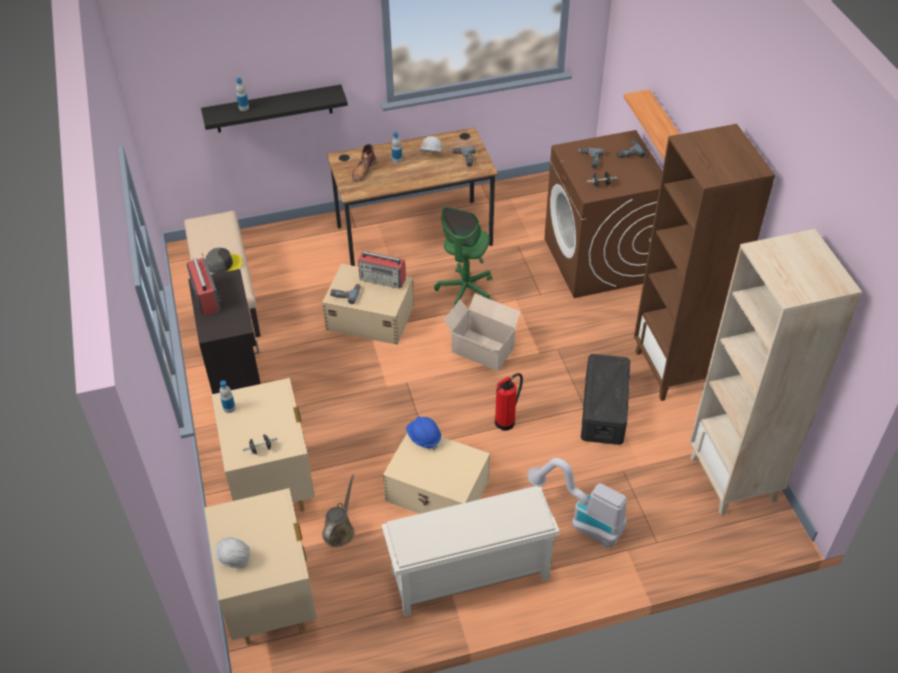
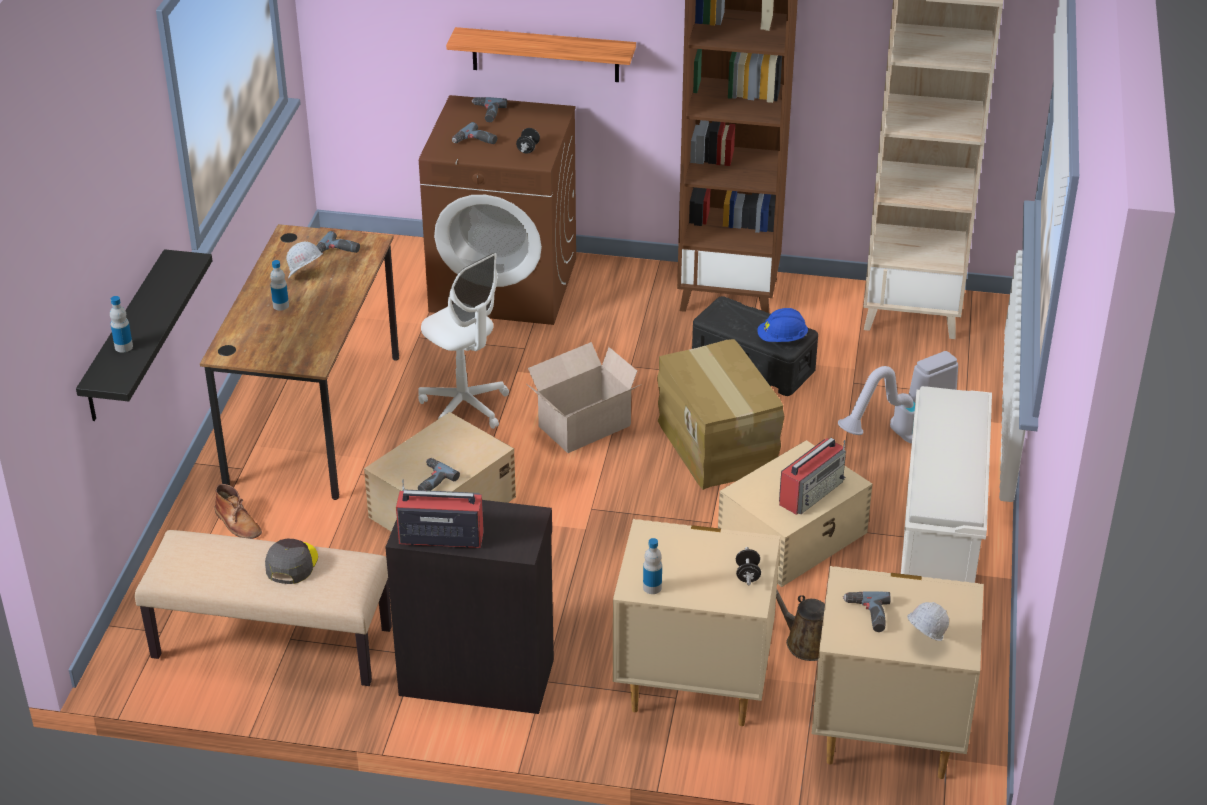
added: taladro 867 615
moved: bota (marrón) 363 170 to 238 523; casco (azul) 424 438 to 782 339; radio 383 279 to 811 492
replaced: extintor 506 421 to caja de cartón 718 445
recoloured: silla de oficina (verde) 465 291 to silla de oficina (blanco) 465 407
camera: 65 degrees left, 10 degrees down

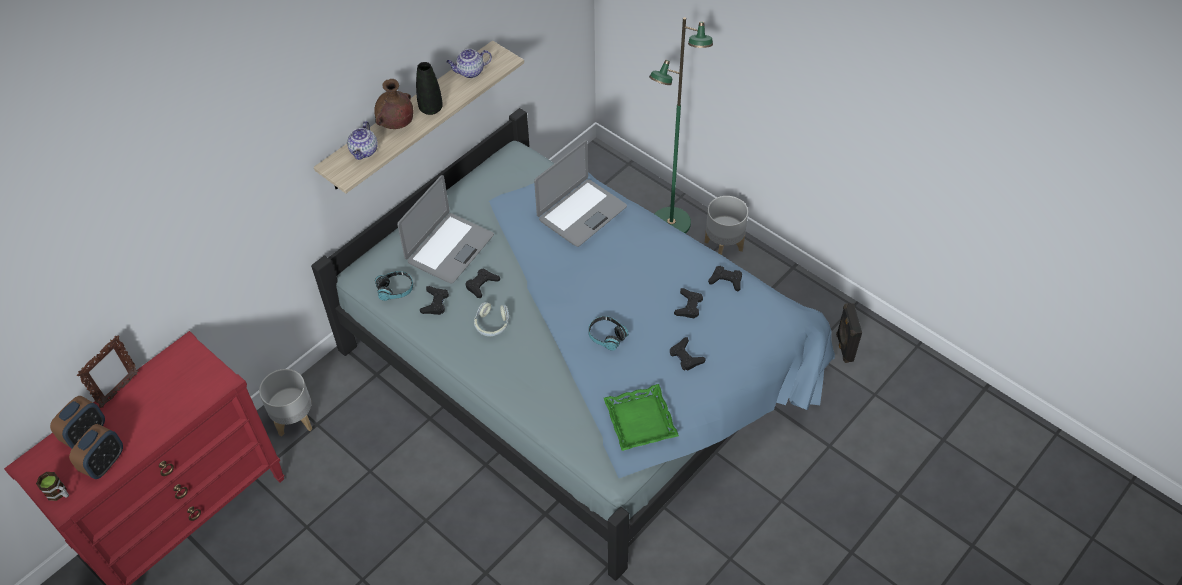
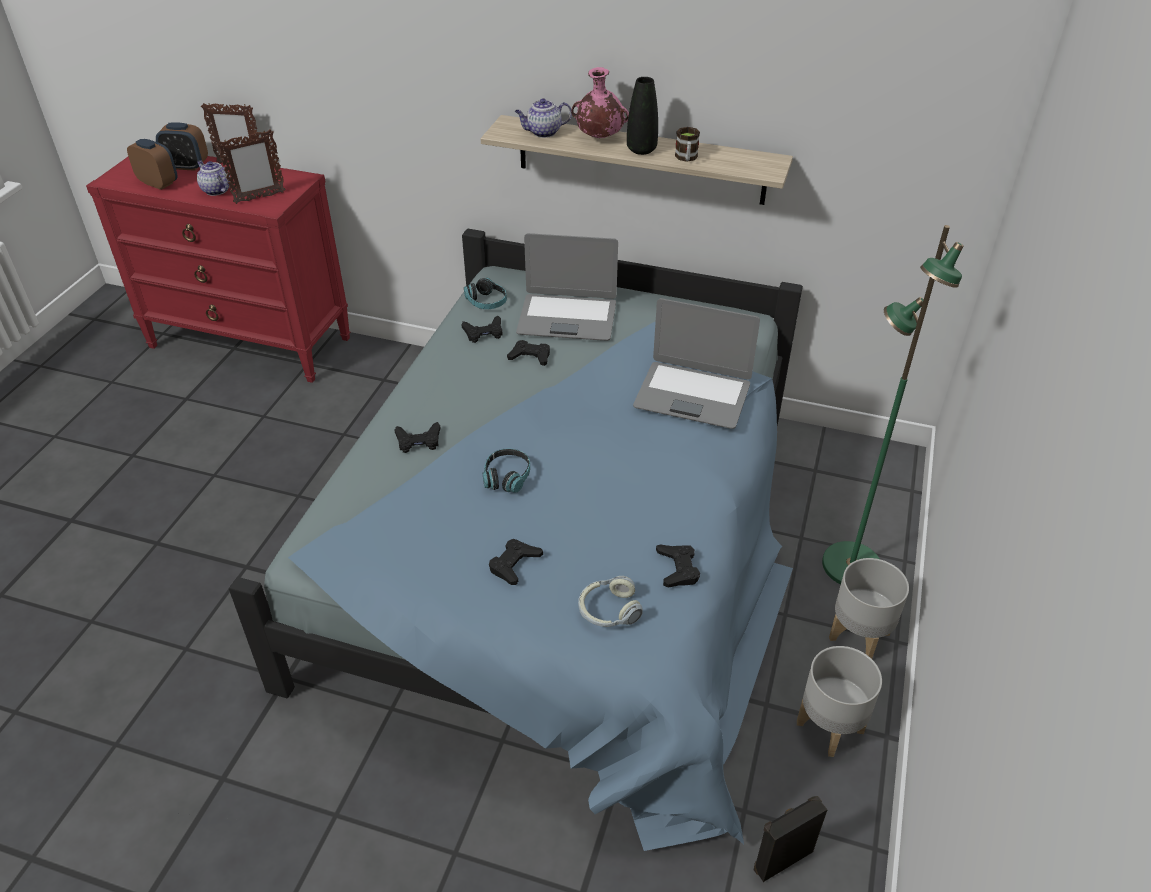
removed: bandeja (verde) 639 421
added: portarretratos 259 198
moved: tetera 470 72 to 216 190; mando de consola (negro) 688 306 to 418 441; auriculares 492 324 to 608 611; taza grande 59 493 to 686 158; maceta (gris) 294 419 to 830 726
recoloured: florero (marrón) 396 124 to florero (rosa) 599 138
turned: despertador 104 463 = 158 183 150 degrees counterclockwise
camera: 65 degrees right, 10 degrees down

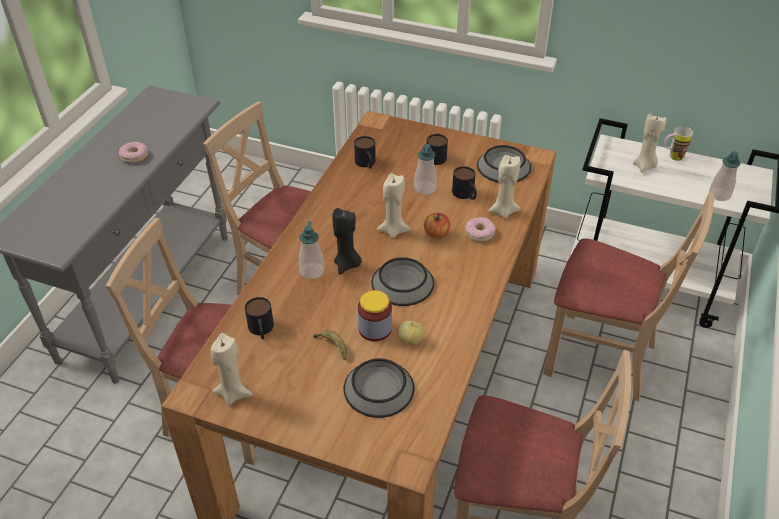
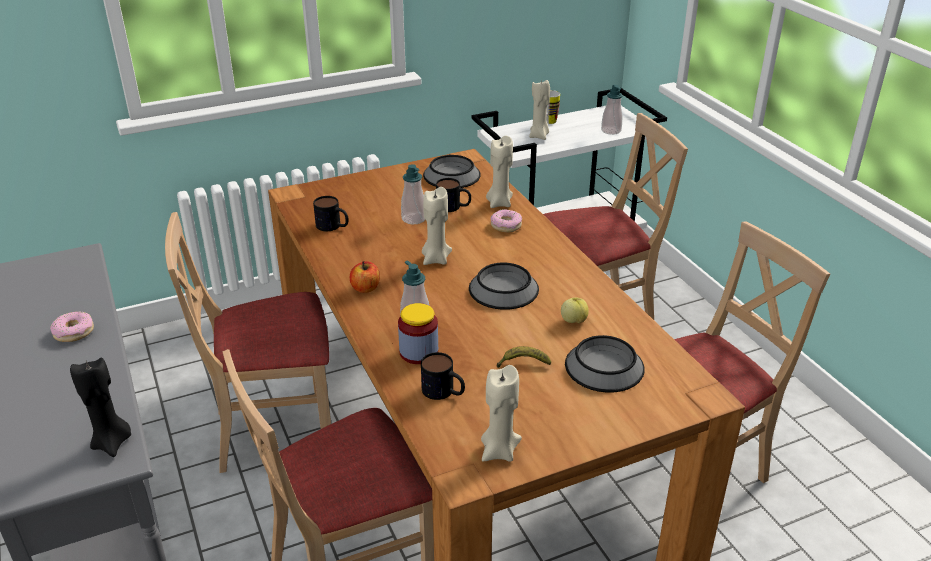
removed: taza grande 436 155
moved: vela (negro) 347 265 to 112 443; manzana 436 234 to 365 288; tarro 375 329 to 418 352
camera: 45 degrees left, 10 degrees down

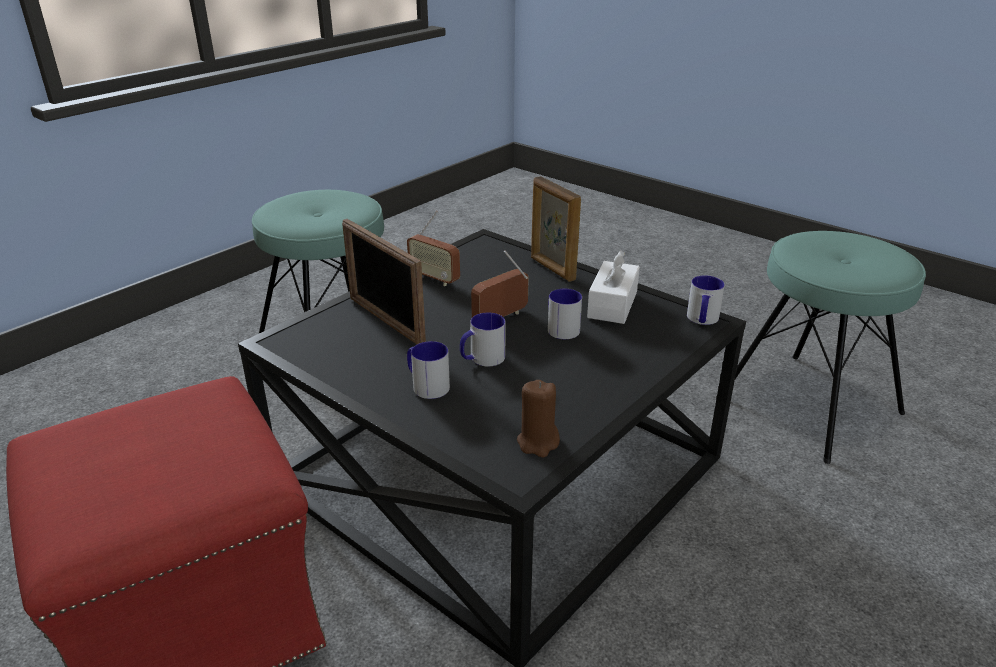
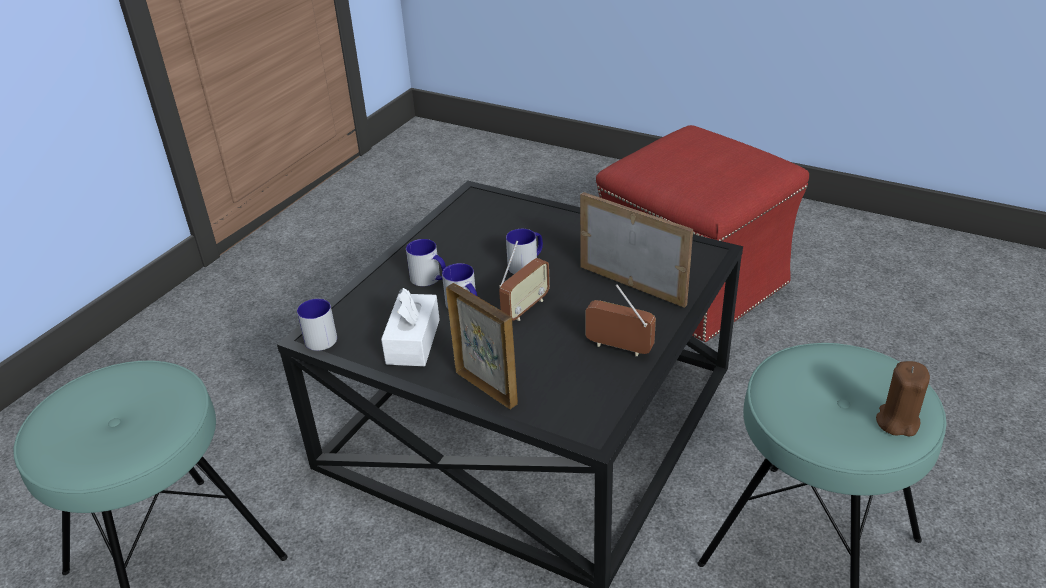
moved: taza grande 426 385 to 430 279; vela (marrón) 538 442 to 897 421
camera: 170 degrees right, 5 degrees up

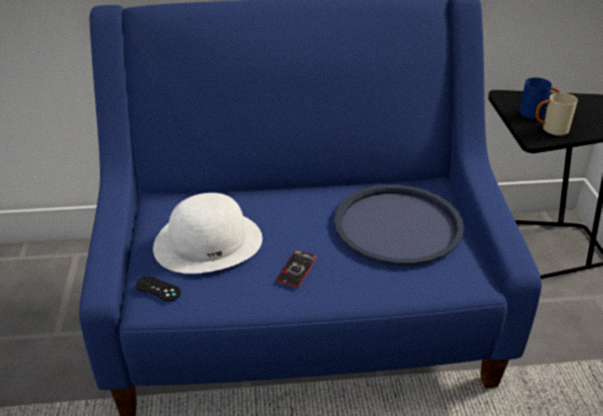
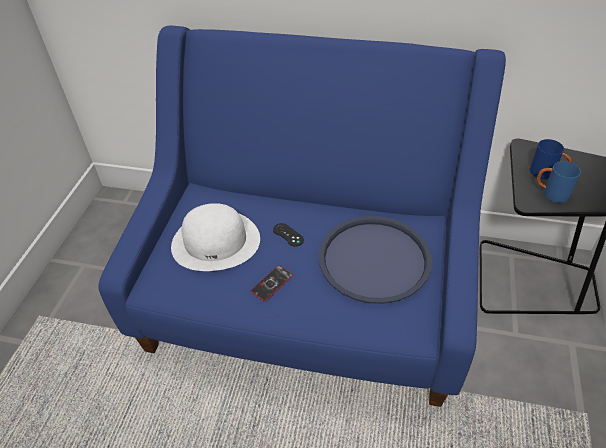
moved: mando de consola (negro) 158 289 to 288 235
recoloured: taza grande (beis) 550 129 to taza grande (azul) 550 194
camera: 20 degrees right, 10 degrees up

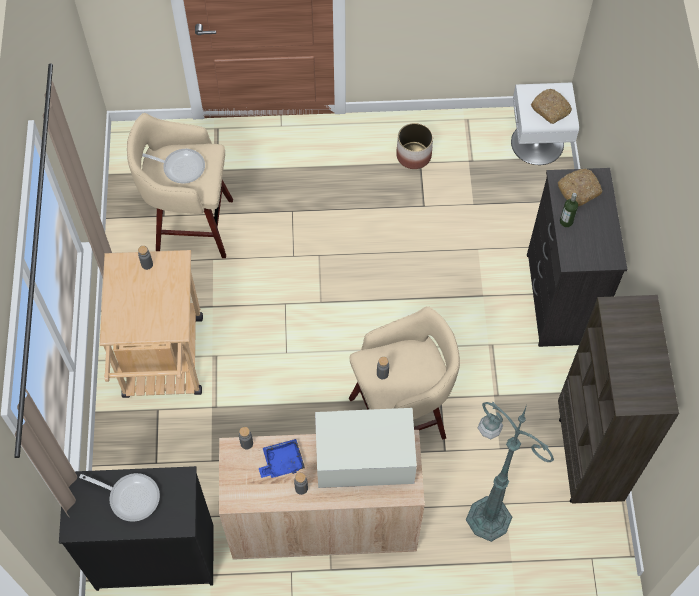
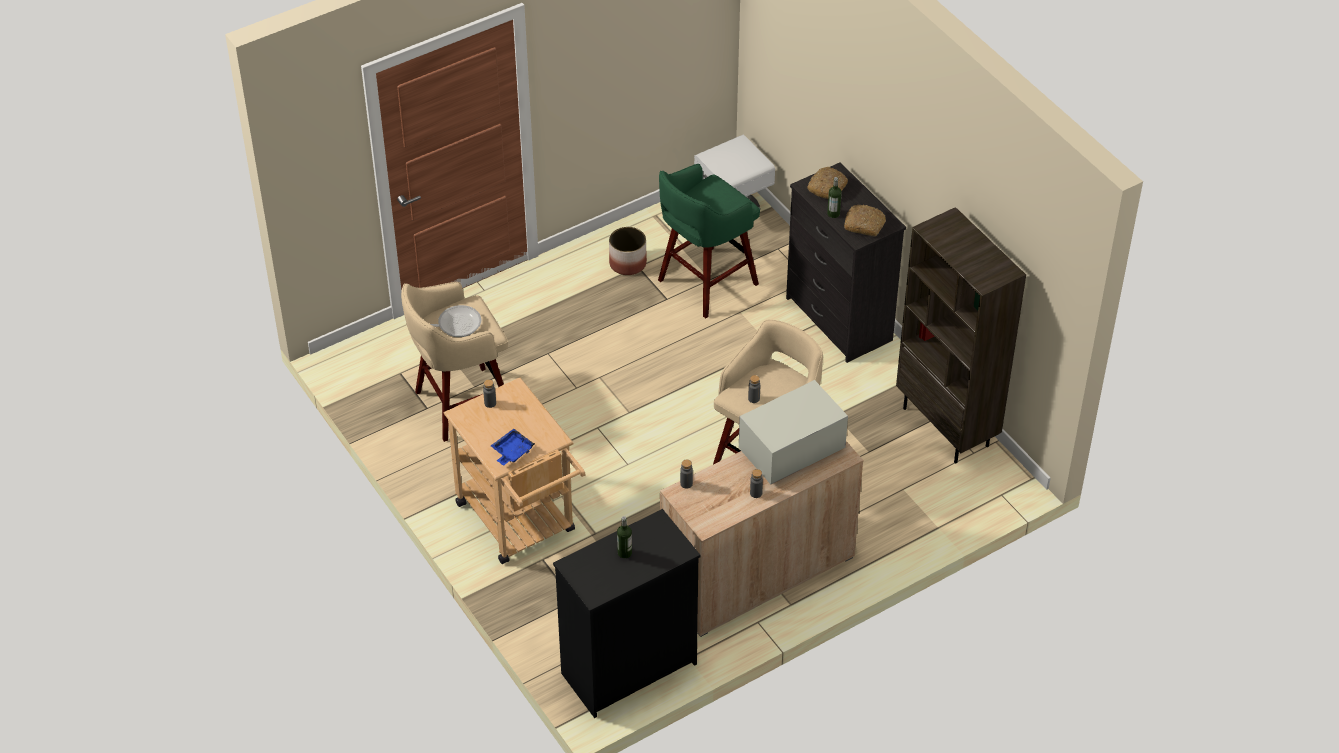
removed: lámpara de pie (verde) 487 517
added: taburete (verde) 705 284
moved: bandeja (azul) 282 462 to 512 452; pan 551 109 to 864 225
replaced: sartén 130 496 to botella 624 553
camera: 30 degrees left, 15 degrees down

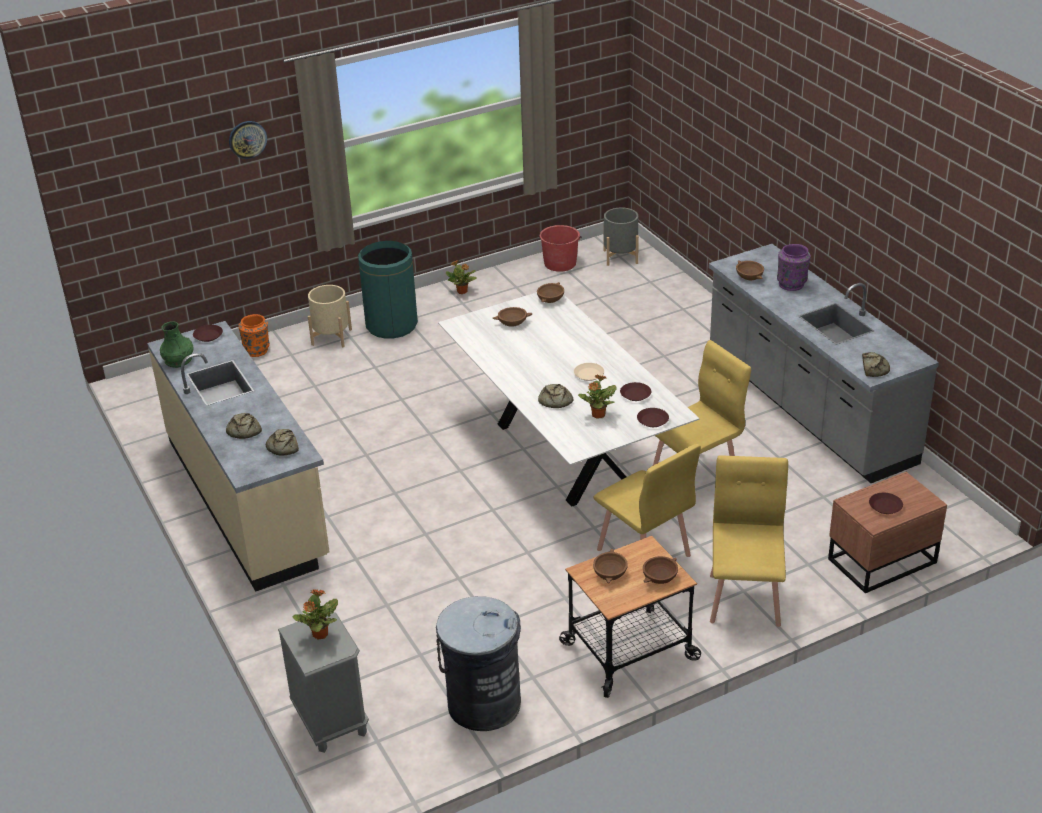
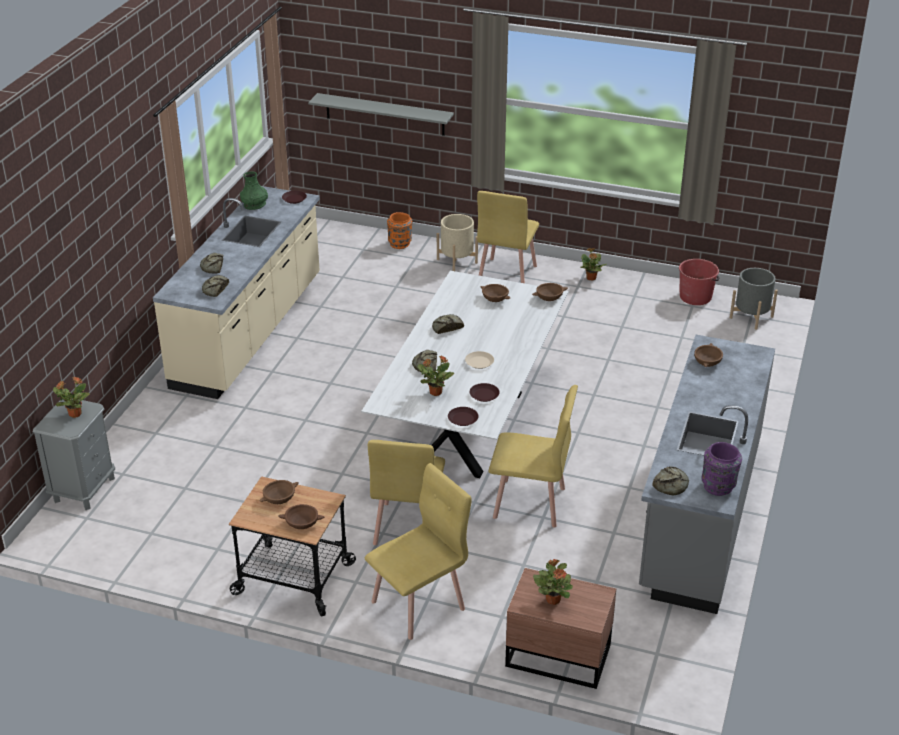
removed: reloj de pared 247 139; papelera (gris) 483 703
added: estante (gris) 385 114; pan 446 327
moved: florero (morado) 792 284 to 718 487
replaced: papelera (verde) 391 325 to silla (amarillo) 506 274; plato (marrón) 885 506 to planta en maceta 553 599
camera: 45 degrees right, 0 degrees up

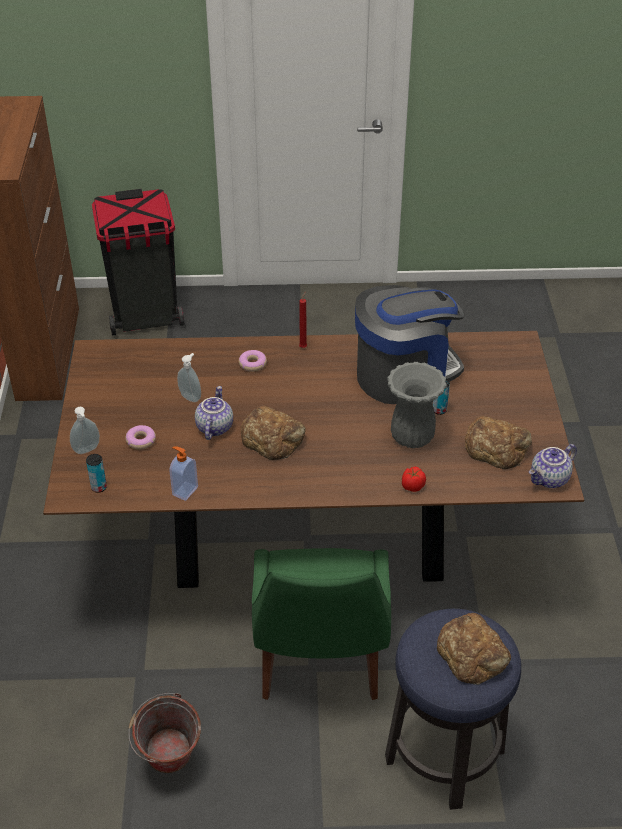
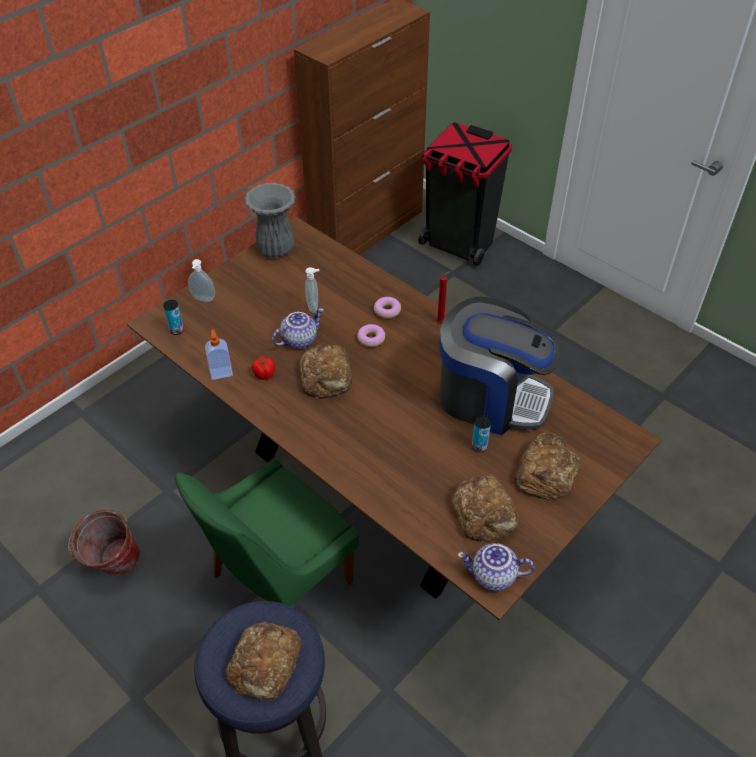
added: pan 546 472
moved: florero (gris) 412 438 to 275 250; tomate 412 486 to 264 374; rosquilla 141 441 to 371 339
camera: 45 degrees right, 5 degrees up

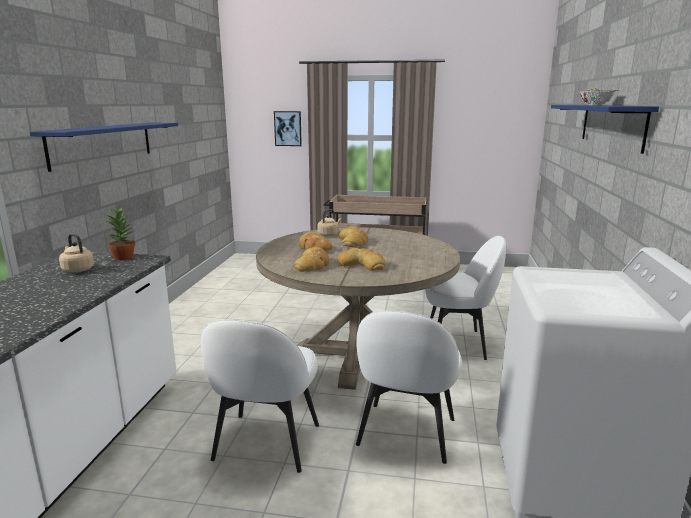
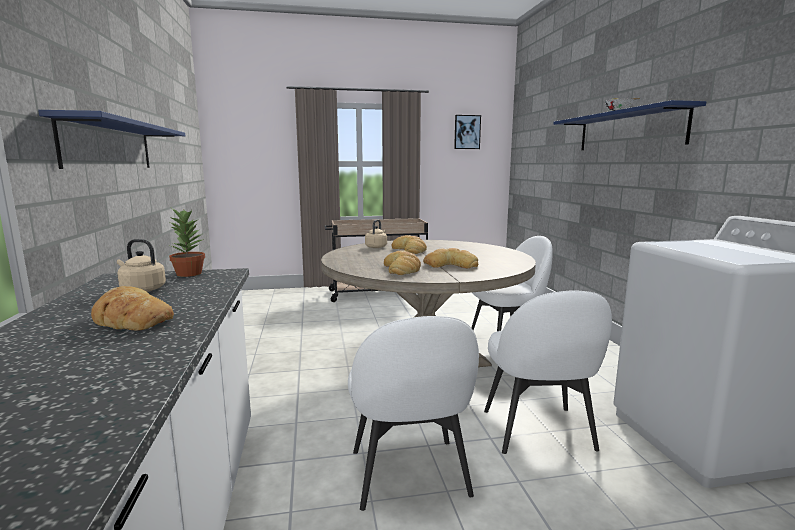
moved: pan 314 247 to 131 319; cuadro 288 128 to 467 132
camera: 20 degrees left, 5 degrees down

